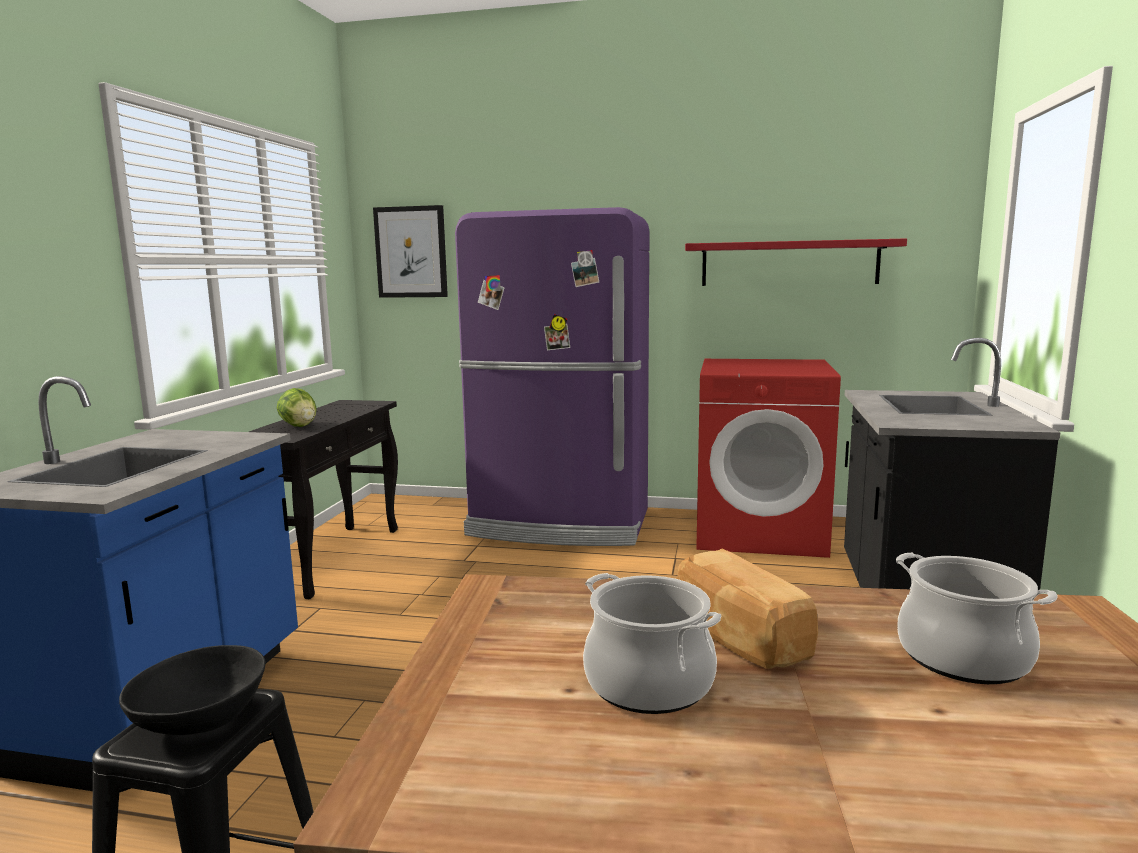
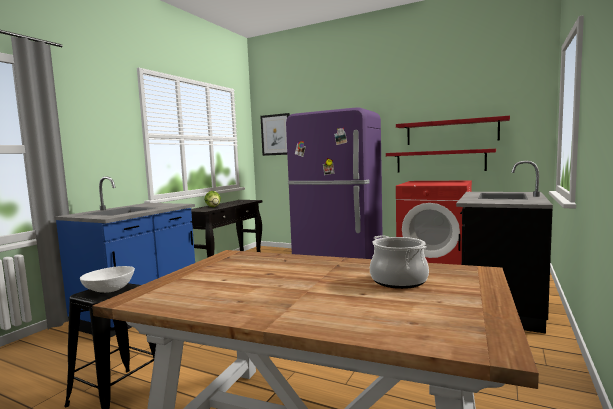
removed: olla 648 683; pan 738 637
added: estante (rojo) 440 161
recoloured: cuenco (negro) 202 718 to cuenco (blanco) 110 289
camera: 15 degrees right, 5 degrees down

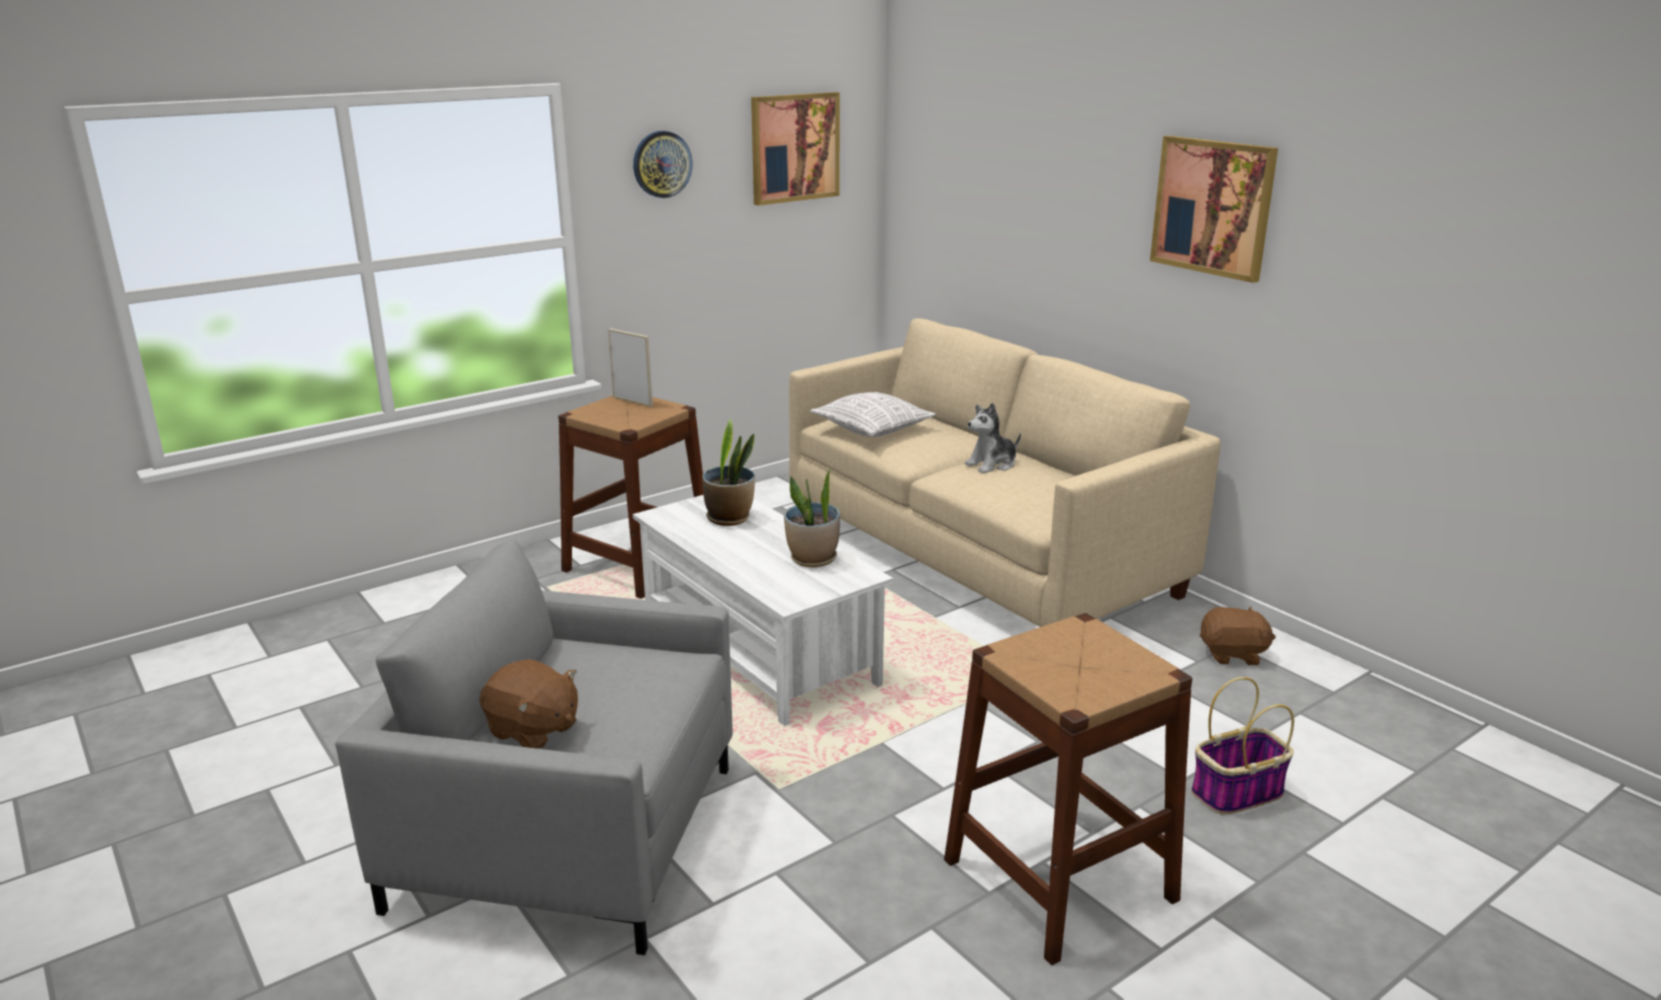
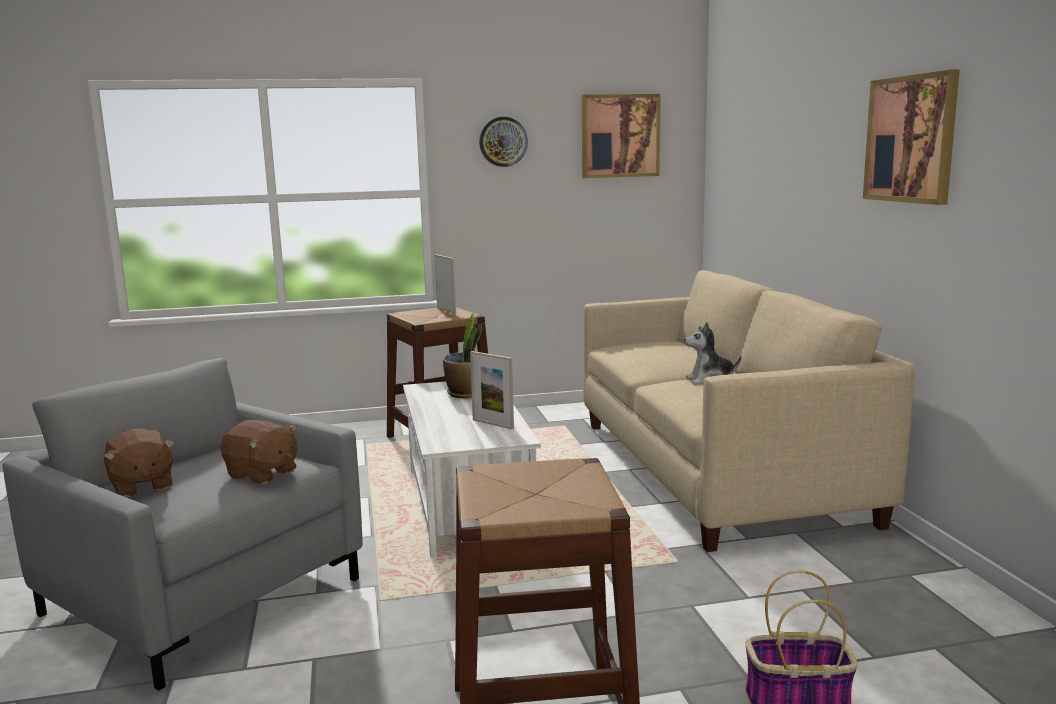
removed: cojín 873 429
moved: peluche (marrón) 1232 655 to 262 474
replaced: planta en maceta 813 559 to portarretratos 493 424
camera: 25 degrees right, 10 degrees down

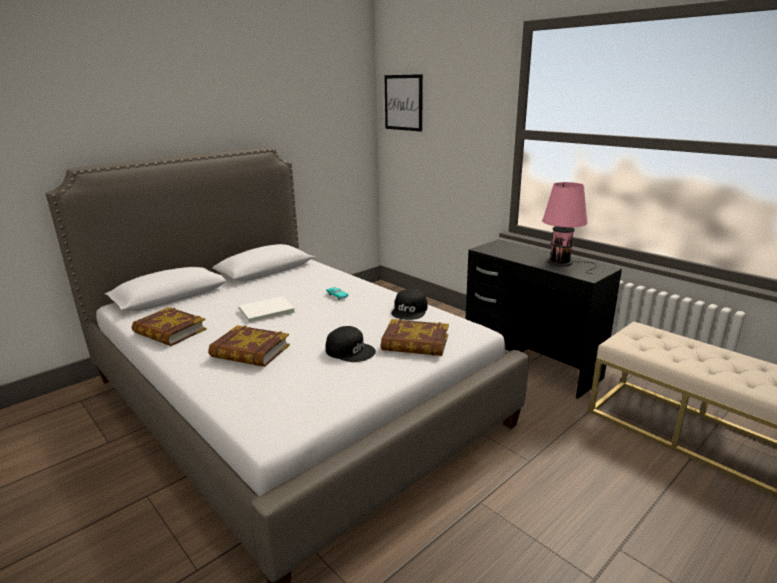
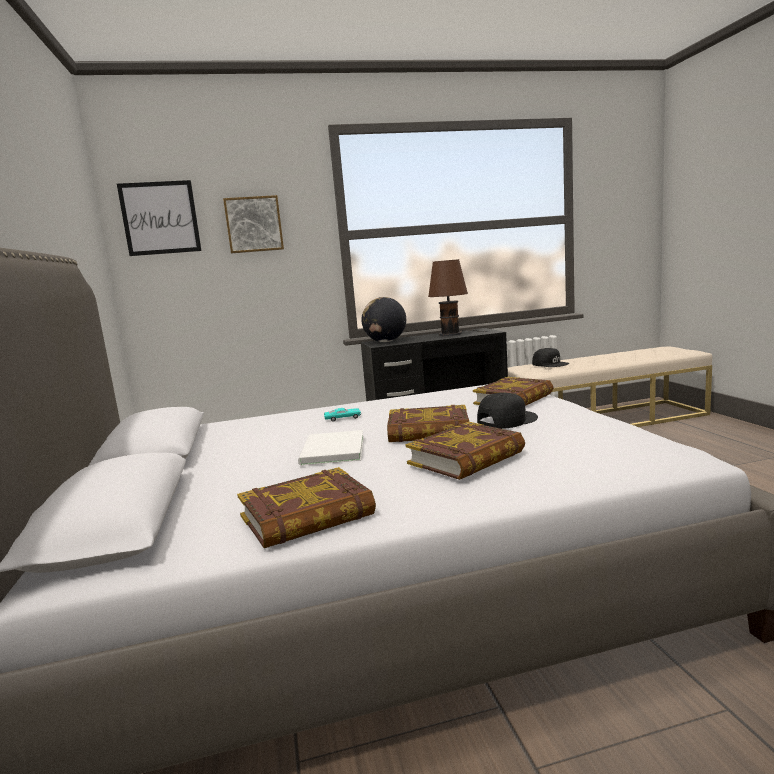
added: cuadro 254 224; globo terráqueo 385 341; libro 428 431
moved: gorra (negro) 410 311 to 550 364
recoloured: lámpara de mesa (rosa) 563 263 to lámpara de mesa (marrón) 452 334
camera: 60 degrees left, 10 degrees down

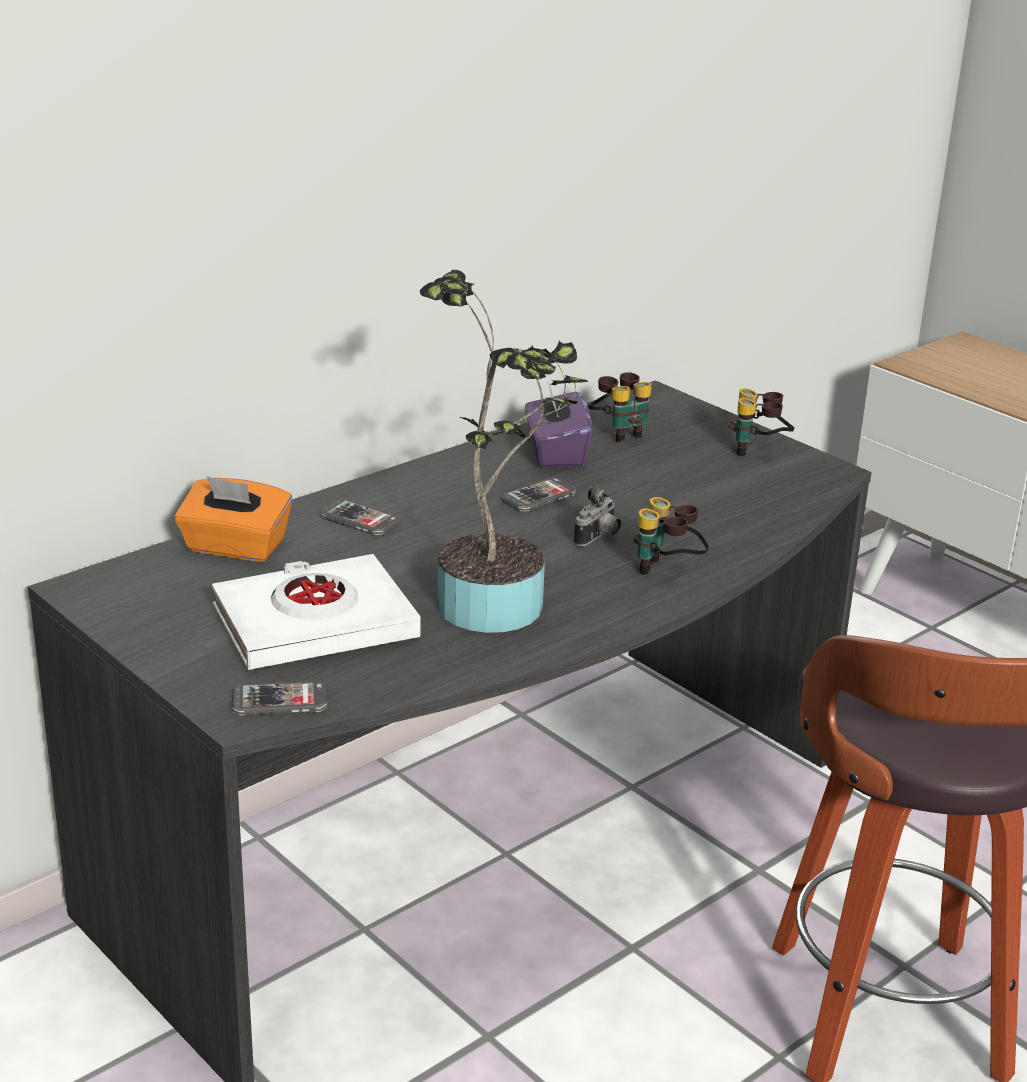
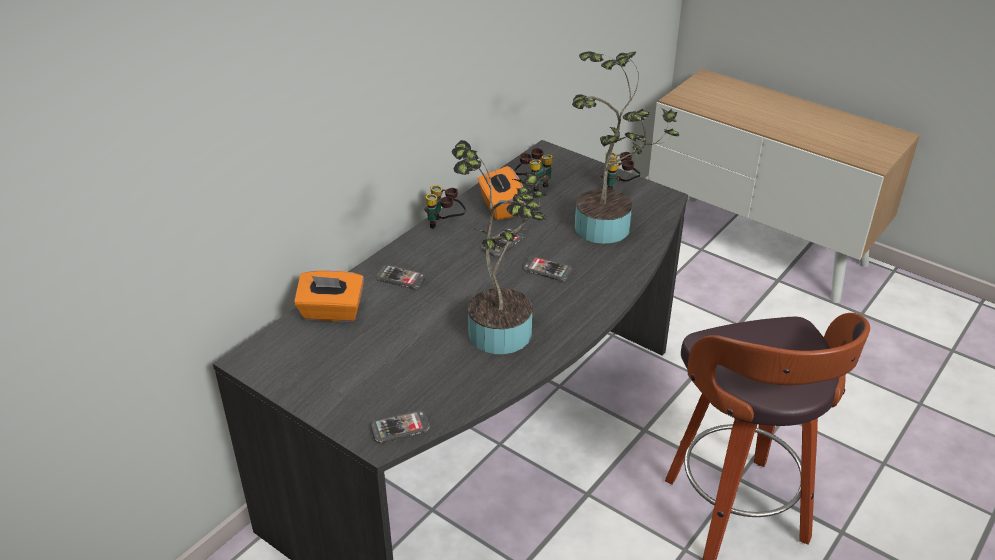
removed: libro (blanco) 314 624
added: planta en maceta 609 227
moved: prismáticos 667 572 to 445 225
replaced: cámara 599 538 to móvil 547 270
recoloured: caja de pañuelos (morado) 555 453 to caja de pañuelos (naranja) 501 207
camera: 10 degrees left, 10 degrees up

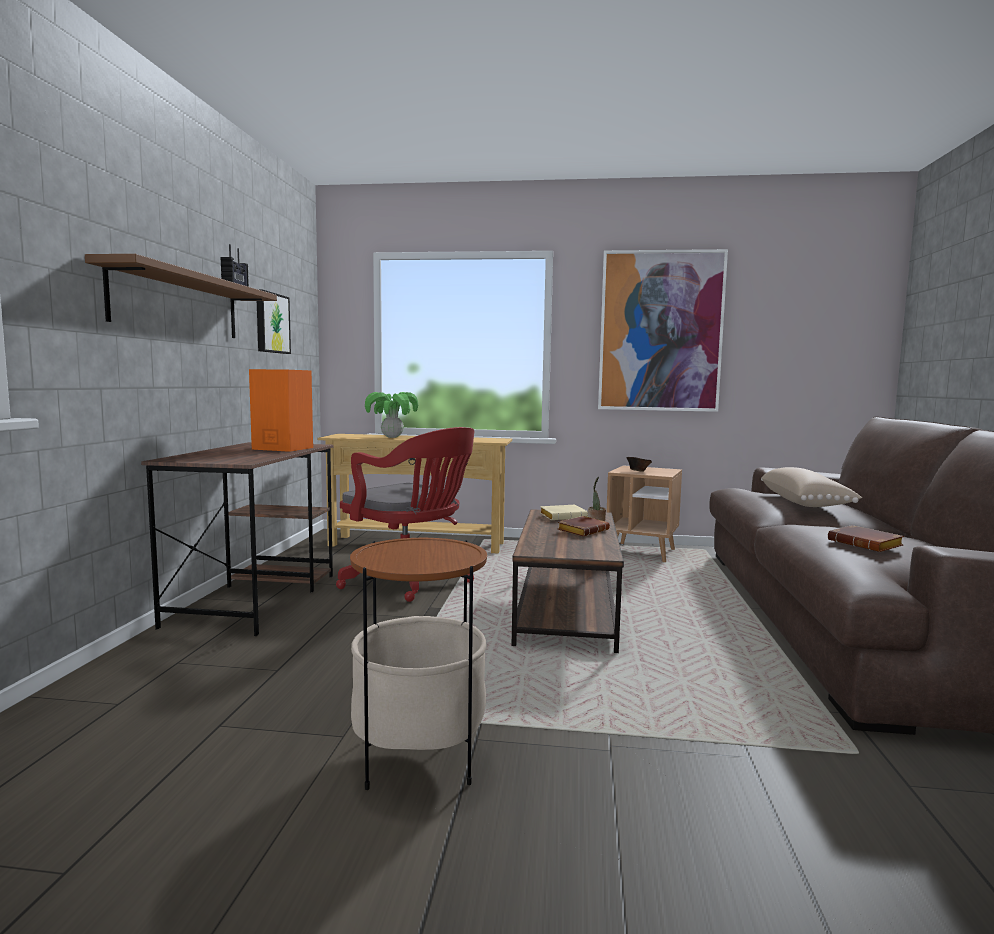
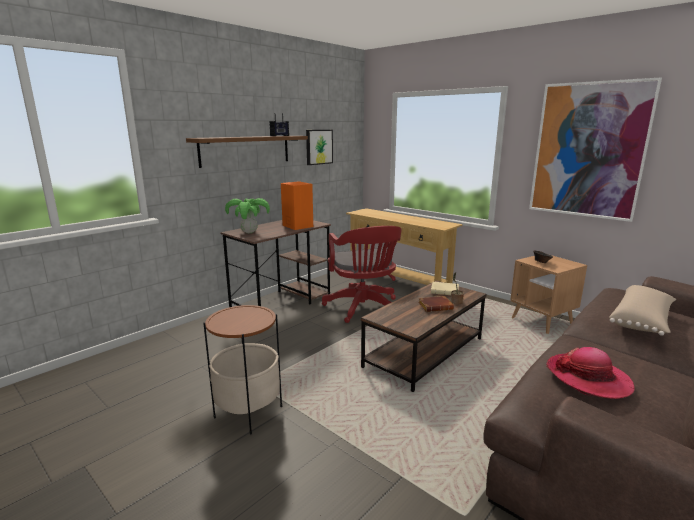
moved: planta en maceta 392 437 to 249 232
replaced: libro (marrón) 867 544 to sombrero 588 378
camera: 35 degrees right, 10 degrees up

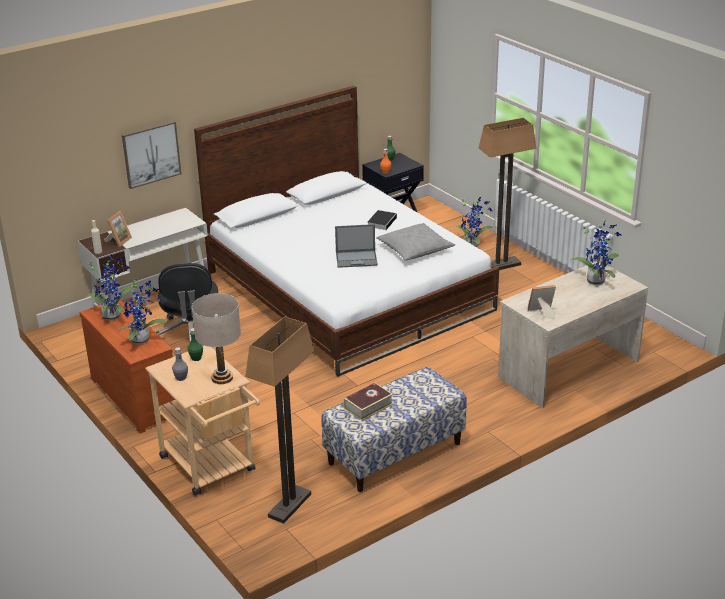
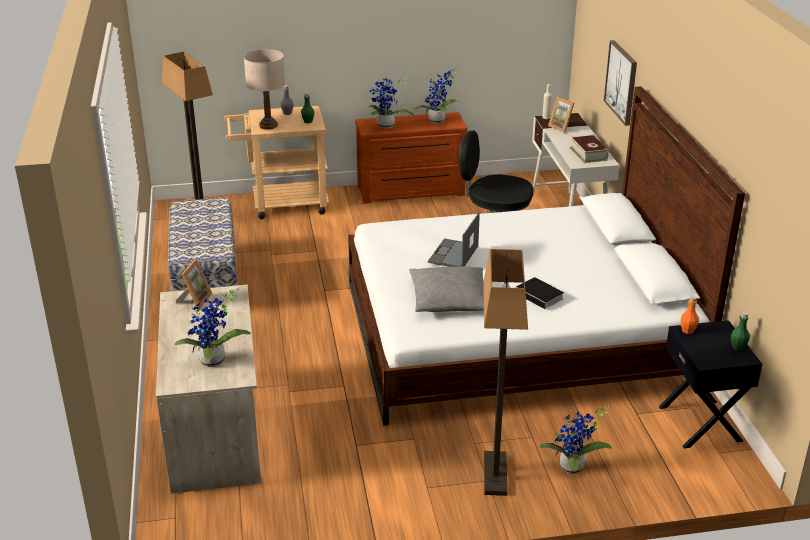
moved: libro 368 406 to 588 154
camera: 115 degrees right, 0 degrees up

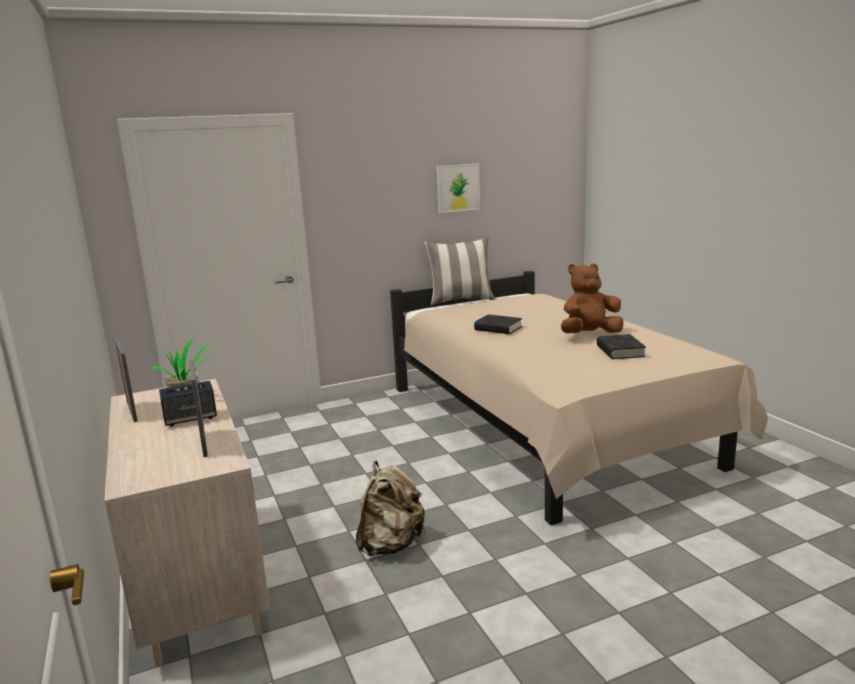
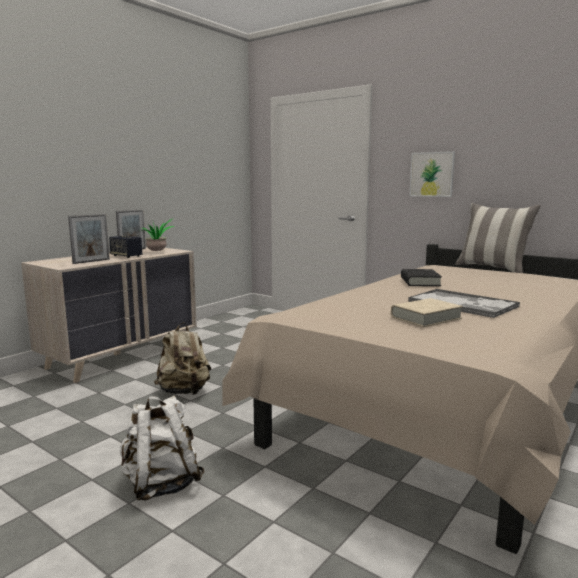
added: mochila (blanco) 161 484
moved: cuadro 458 188 to 432 174
replaced: peluche (marrón) 589 334 to bandeja 463 304
recoloured: libro (negro) 620 351 to libro (beis) 426 318
camera: 60 degrees right, 5 degrees down

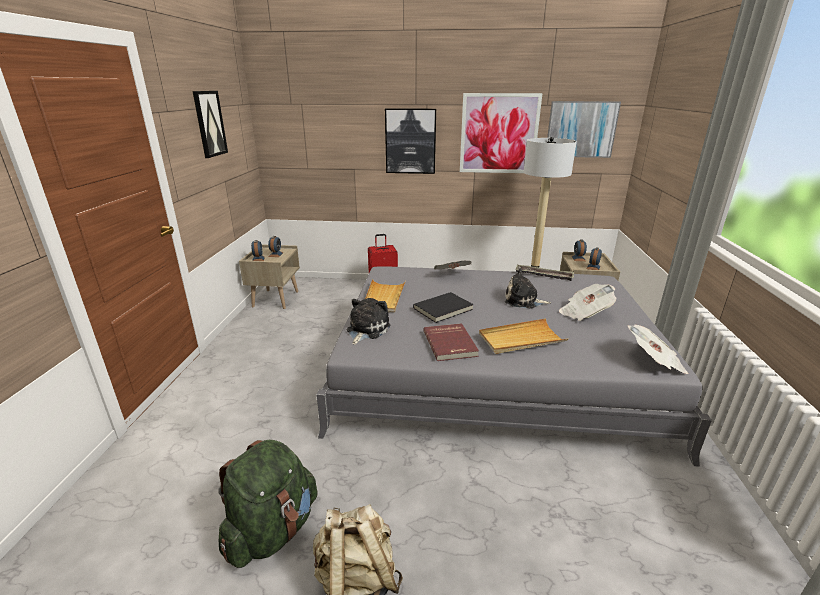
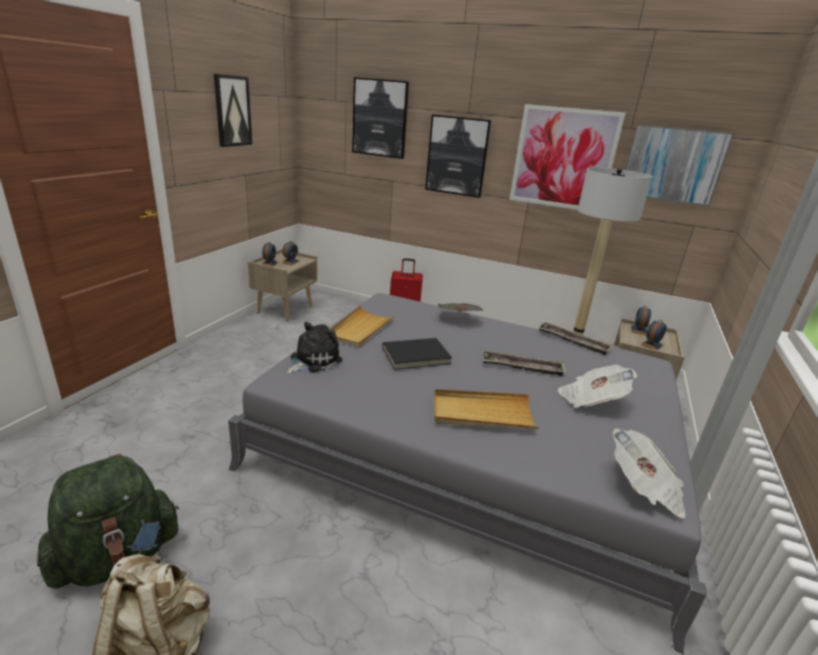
removed: libro (rojo) 451 344
added: cuadro 380 118
replaced: peluche 523 301 to bandeja 522 367
camera: 15 degrees right, 0 degrees up

